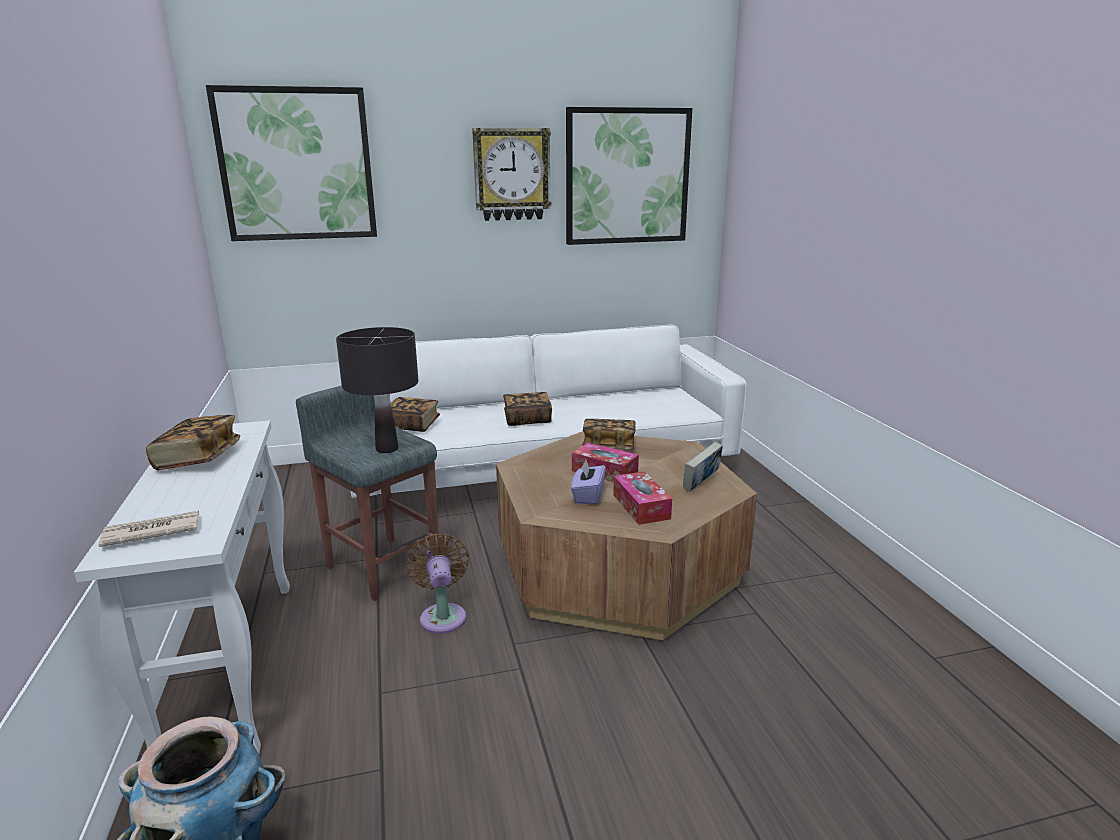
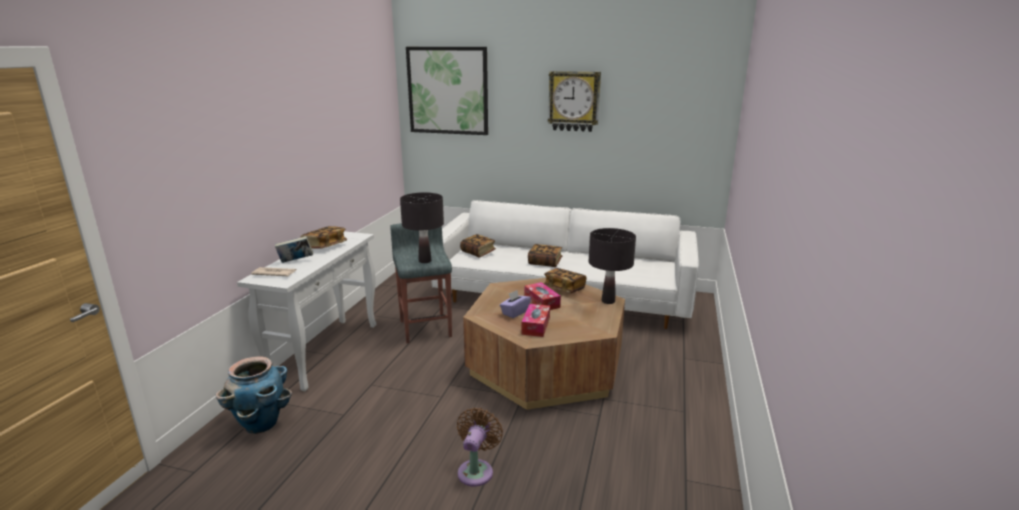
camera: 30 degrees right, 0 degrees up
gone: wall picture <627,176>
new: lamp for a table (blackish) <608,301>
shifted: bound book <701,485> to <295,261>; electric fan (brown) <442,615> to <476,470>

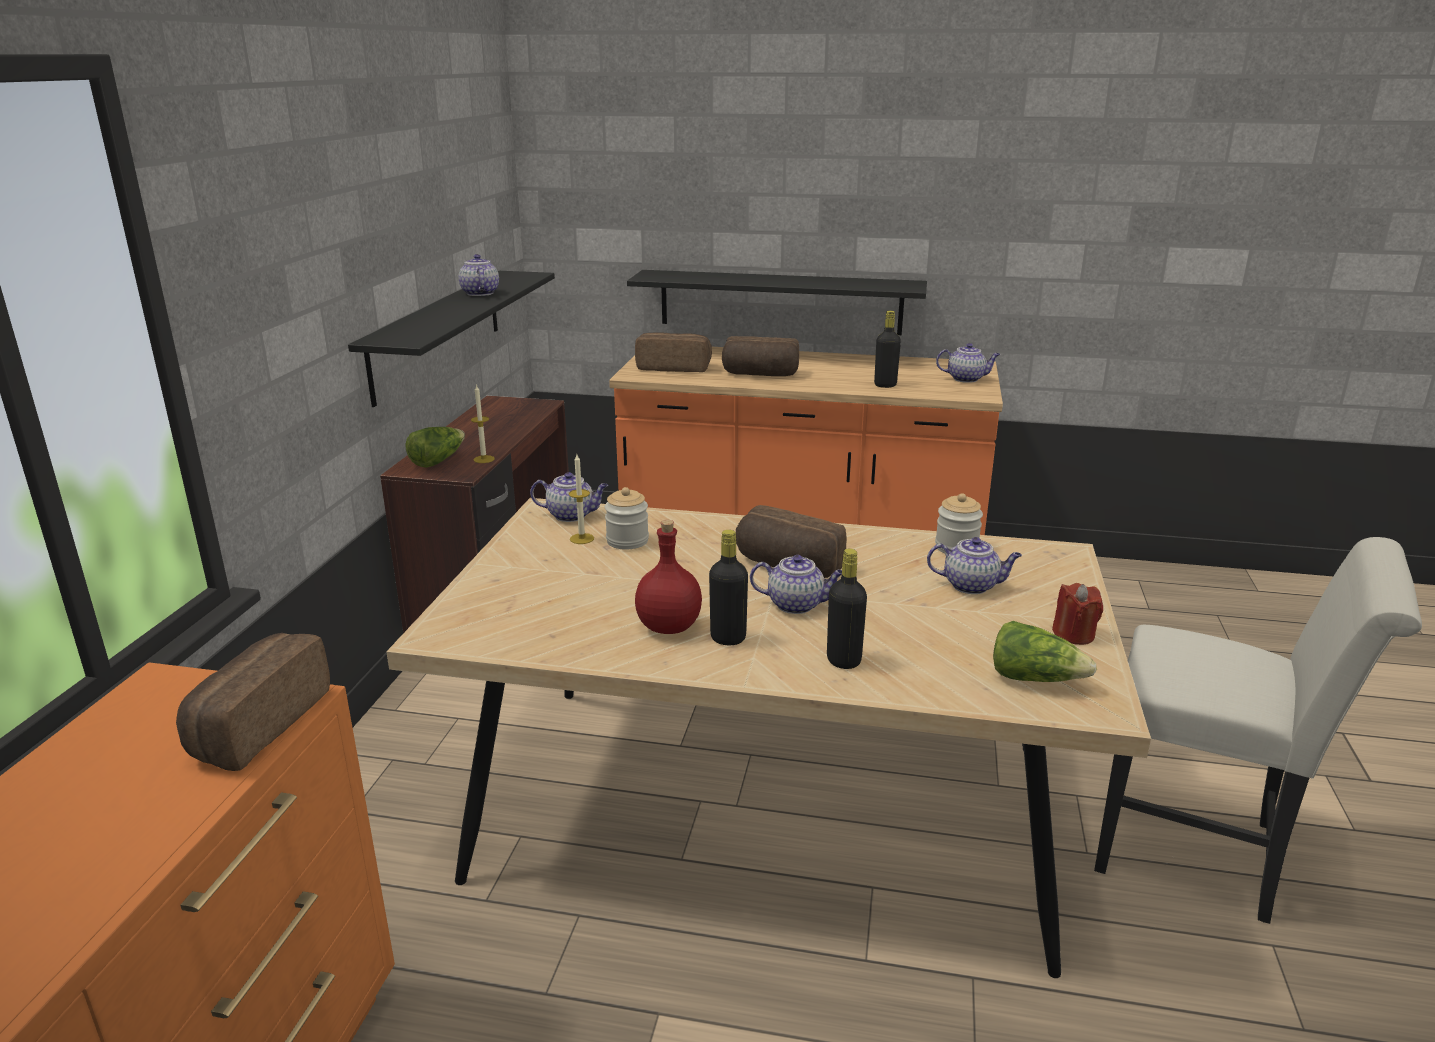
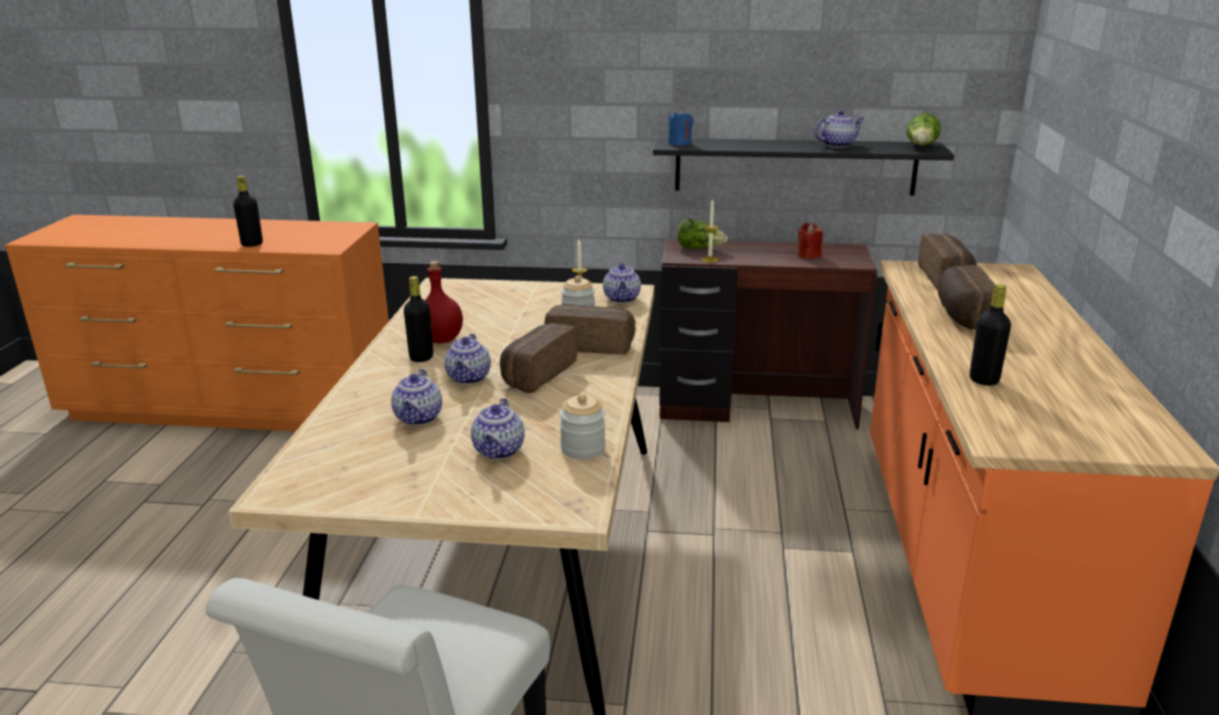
camera: 85 degrees right, 0 degrees up
gone: shelf (blackish) <780,302>
new: candle (blue-coloured) <679,143>
shifted: drink bottle (blackish) <843,660> to <252,244>; teapot <966,379> to <418,418>; bakery bread <256,724> to <591,345>; candle (red) <1074,634> to <808,255>; lettuce head <1035,678> to <921,147>

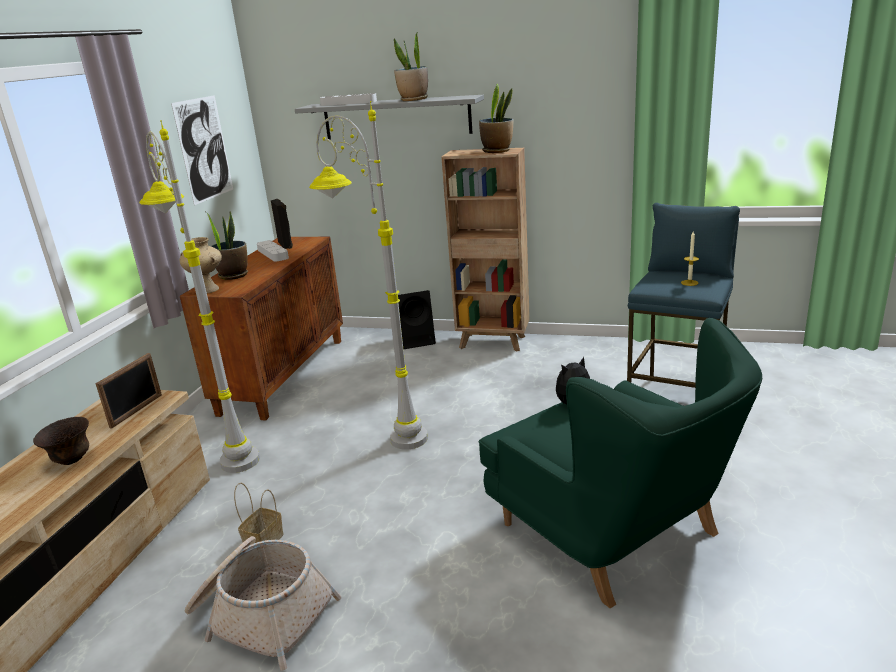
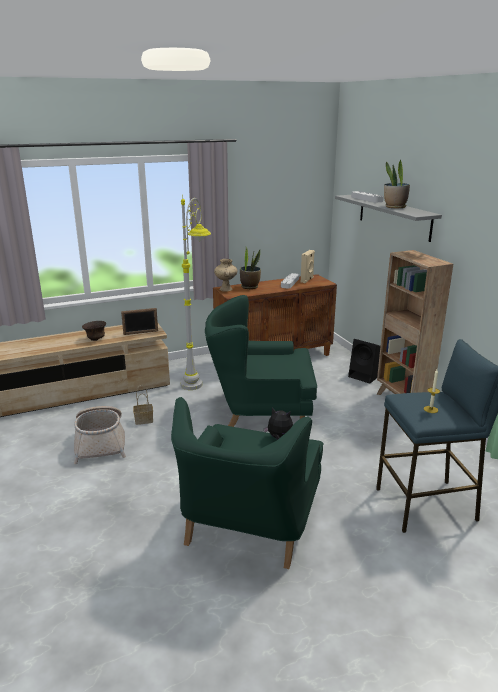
camera: 50 degrees right, 0 degrees up
gone: wall picture <204,149>; houseplant <497,151>
swapped: standard lamp (grey) <385,430> to armchair (greenish) <260,409>
repainted: speaker (blackish) <286,245> to speaker (beige) <307,280>

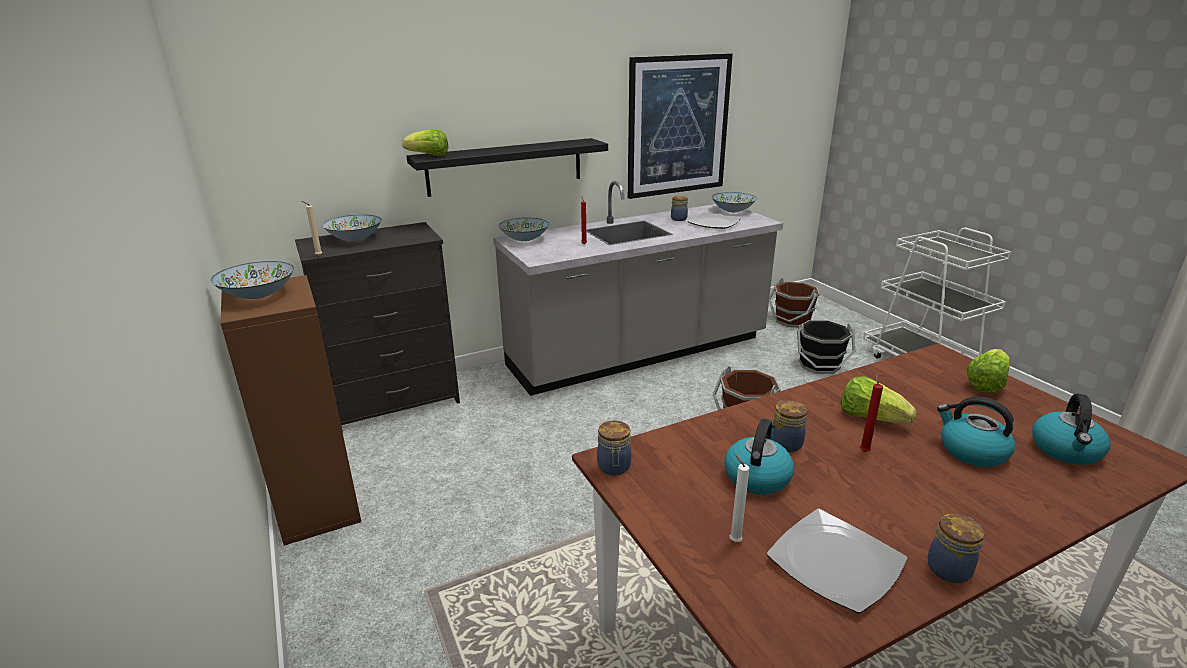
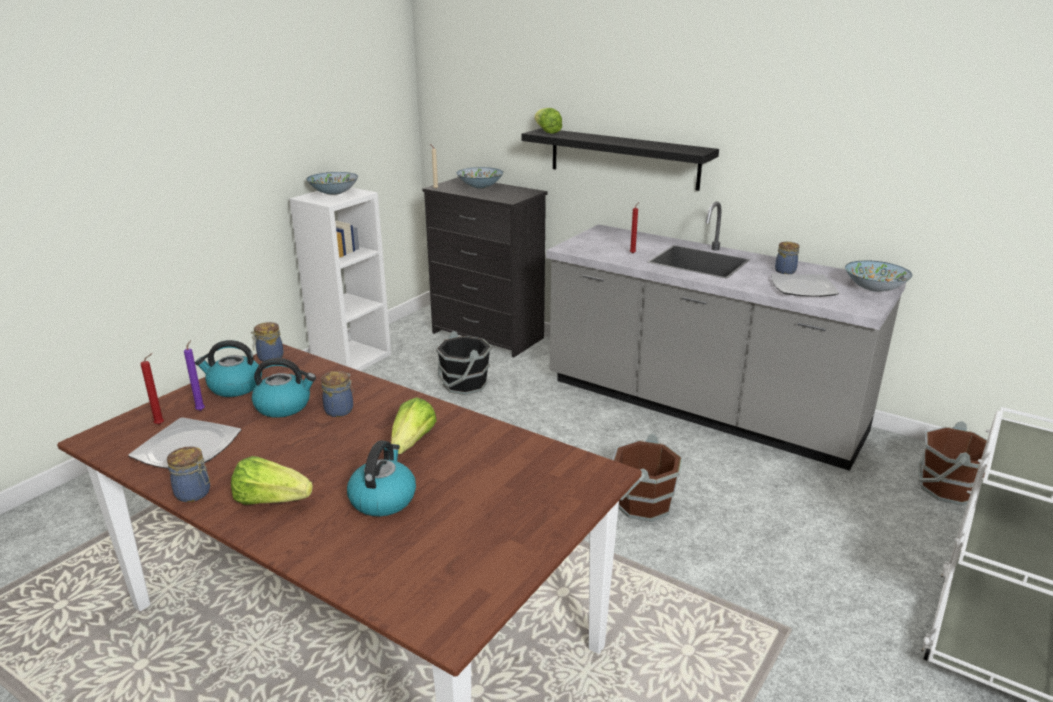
camera: 60 degrees right, 0 degrees up
gone: bowl <524,239>; wall picture <678,126>
shifted: candle (red) <863,450> to <161,424>; water kettle <1066,450> to <234,387>; lettuce head <986,384> to <271,500>; pail (blackish) <820,365> to <464,385>
repainted: candle (whitish) <733,540> to candle (purple) <201,410>; shelving unit (brown) <317,507> to shelving unit (whitish) <352,358>

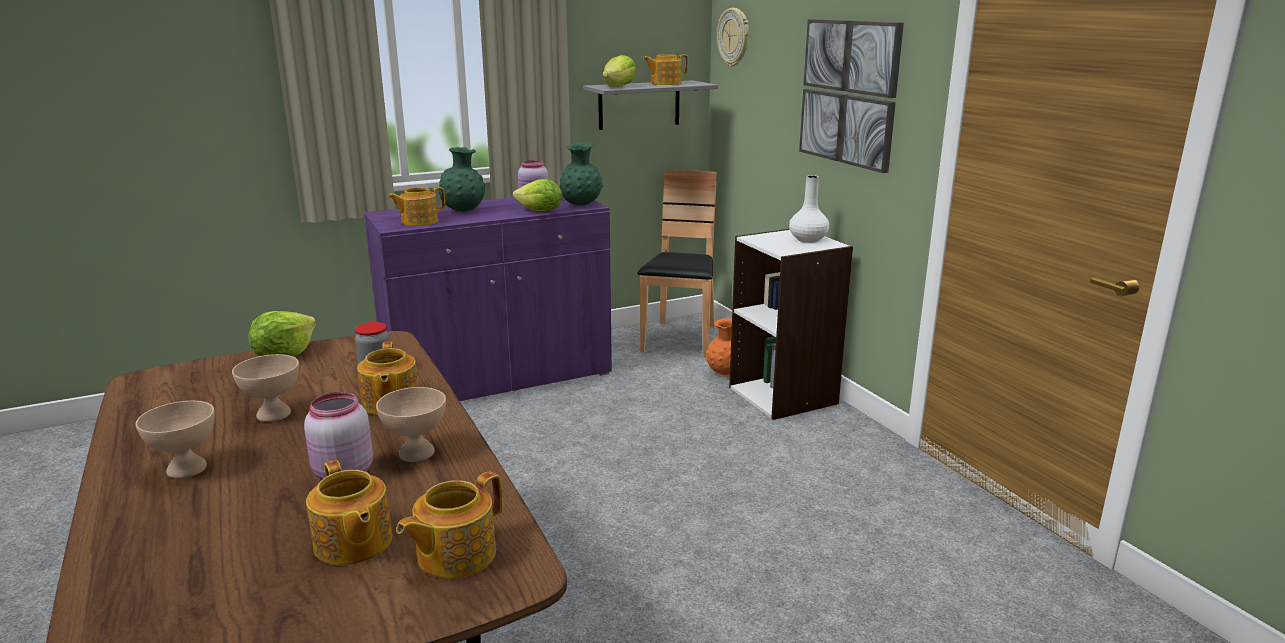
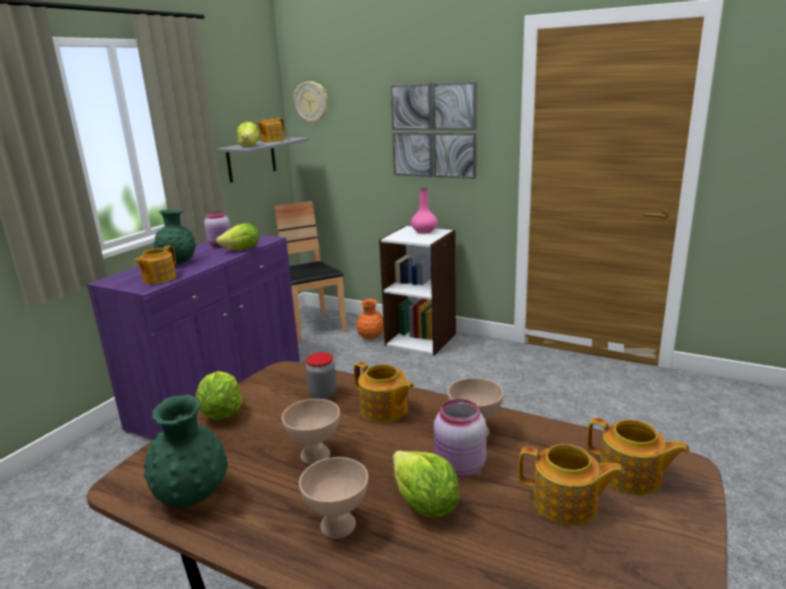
camera: 35 degrees left, 0 degrees up
new: lettuce head <424,505>
shifted: vase (greenish) <581,205> to <192,497>
repainted: vase (whitish) <808,239> to vase (pinkish) <424,231>
rotated: teapot <454,555> = <631,476> 60 degrees counterclockwise

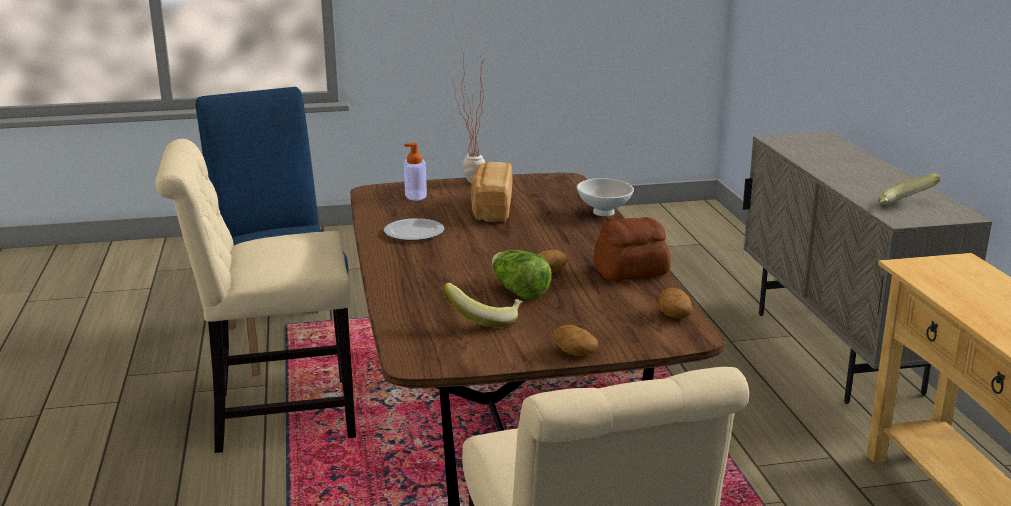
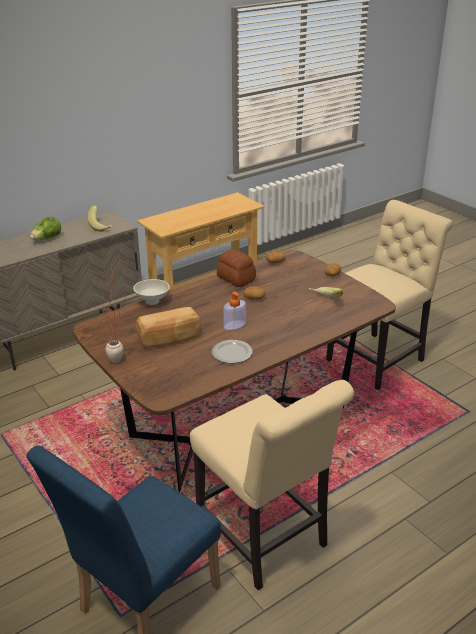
camera: 115 degrees left, 10 degrees up
shifted: lettuce head <518,291> to <47,238>; soap bottle <415,195> to <234,325>

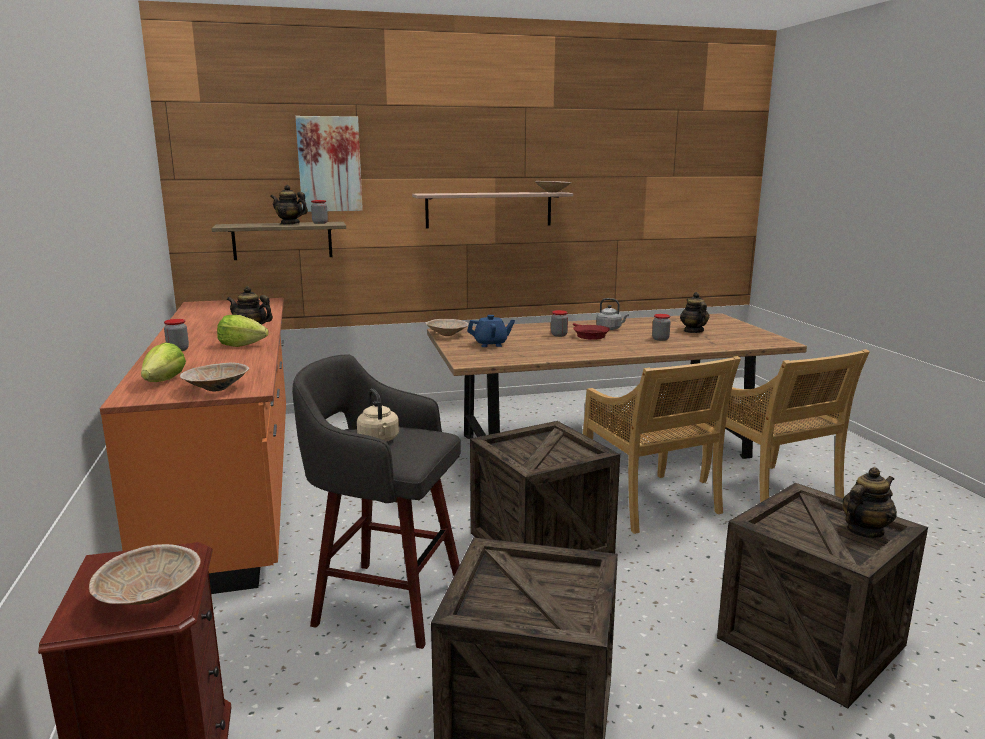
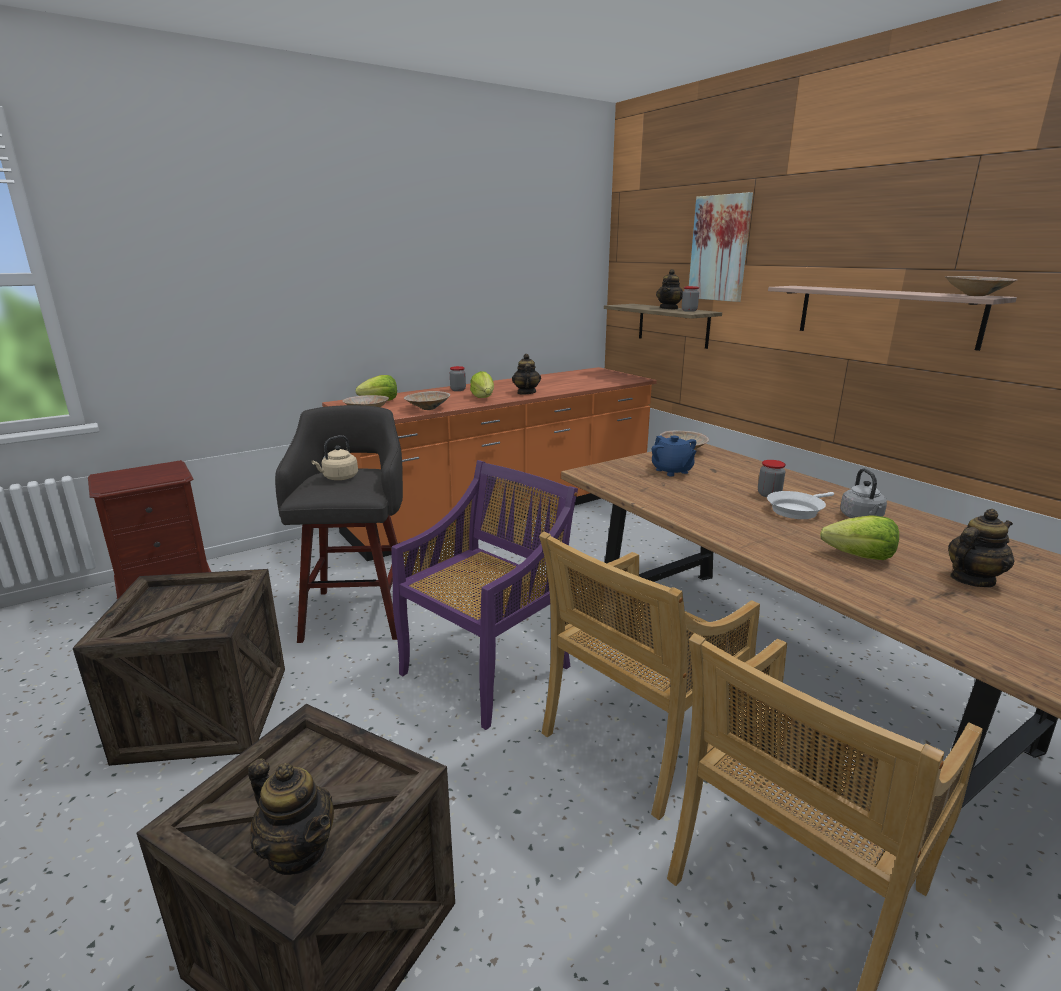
camera: 70 degrees right, 5 degrees up
shifted: bowl (beige) <148,597> to <427,409>
swapped: shipping crate <541,543> to upright chair (purple) <487,668>; jar <660,339> to lettuce head <860,556>
repainted: frying pan (red) <589,335> to frying pan (whitish) <797,510>
rotated: teapot <290,223> = <669,308> 150 degrees counterclockwise

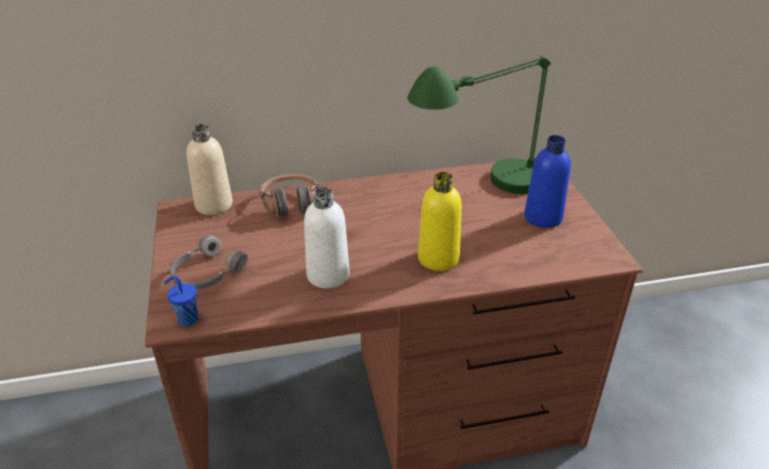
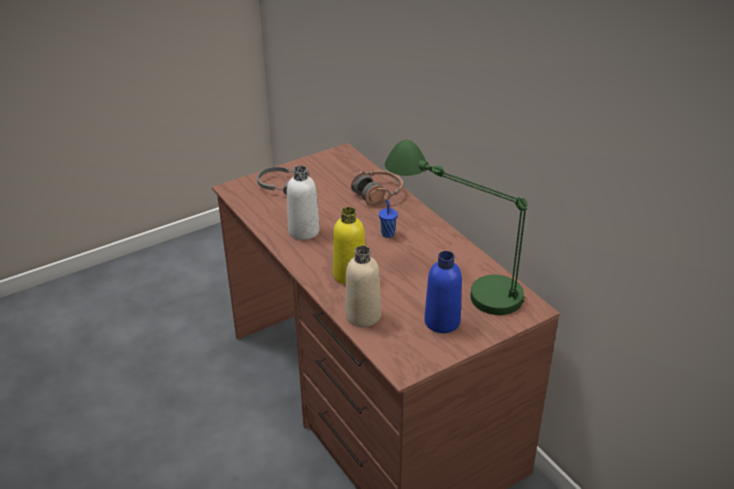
camera: 70 degrees right, 0 degrees up
shifted: drink bottle (beige) <214,205> to <363,316>; cup (blue-coloured) <187,319> to <387,233>

